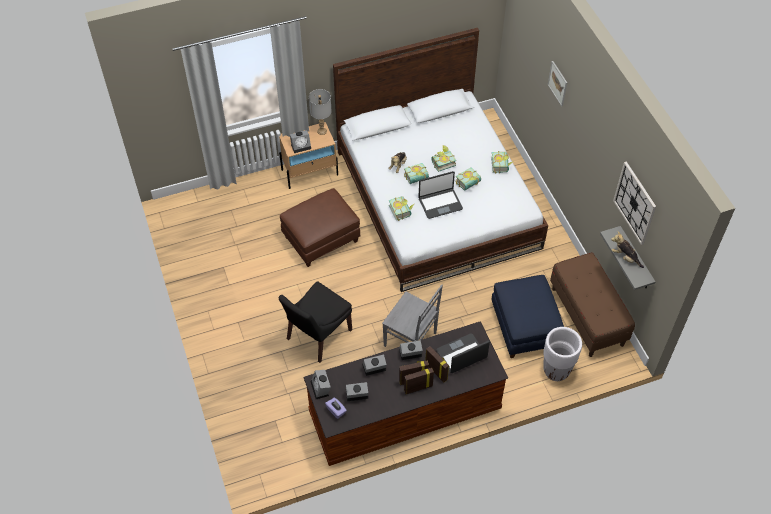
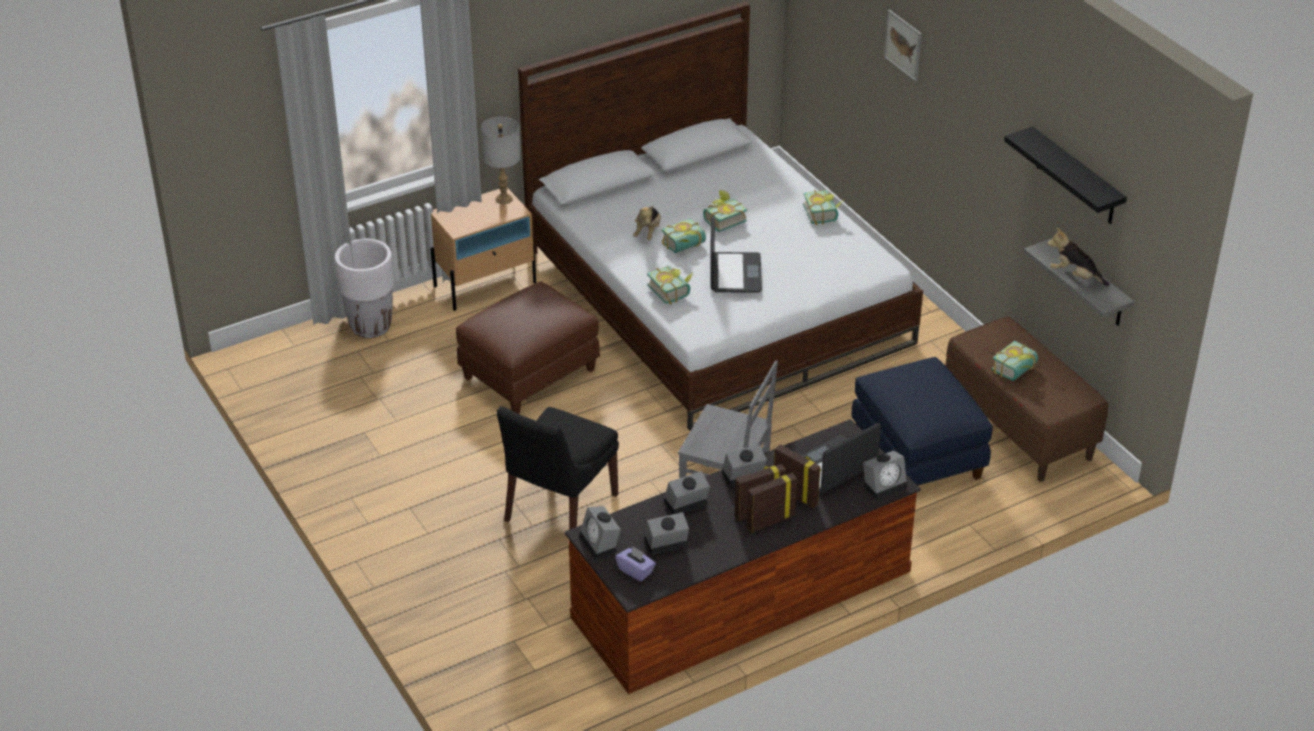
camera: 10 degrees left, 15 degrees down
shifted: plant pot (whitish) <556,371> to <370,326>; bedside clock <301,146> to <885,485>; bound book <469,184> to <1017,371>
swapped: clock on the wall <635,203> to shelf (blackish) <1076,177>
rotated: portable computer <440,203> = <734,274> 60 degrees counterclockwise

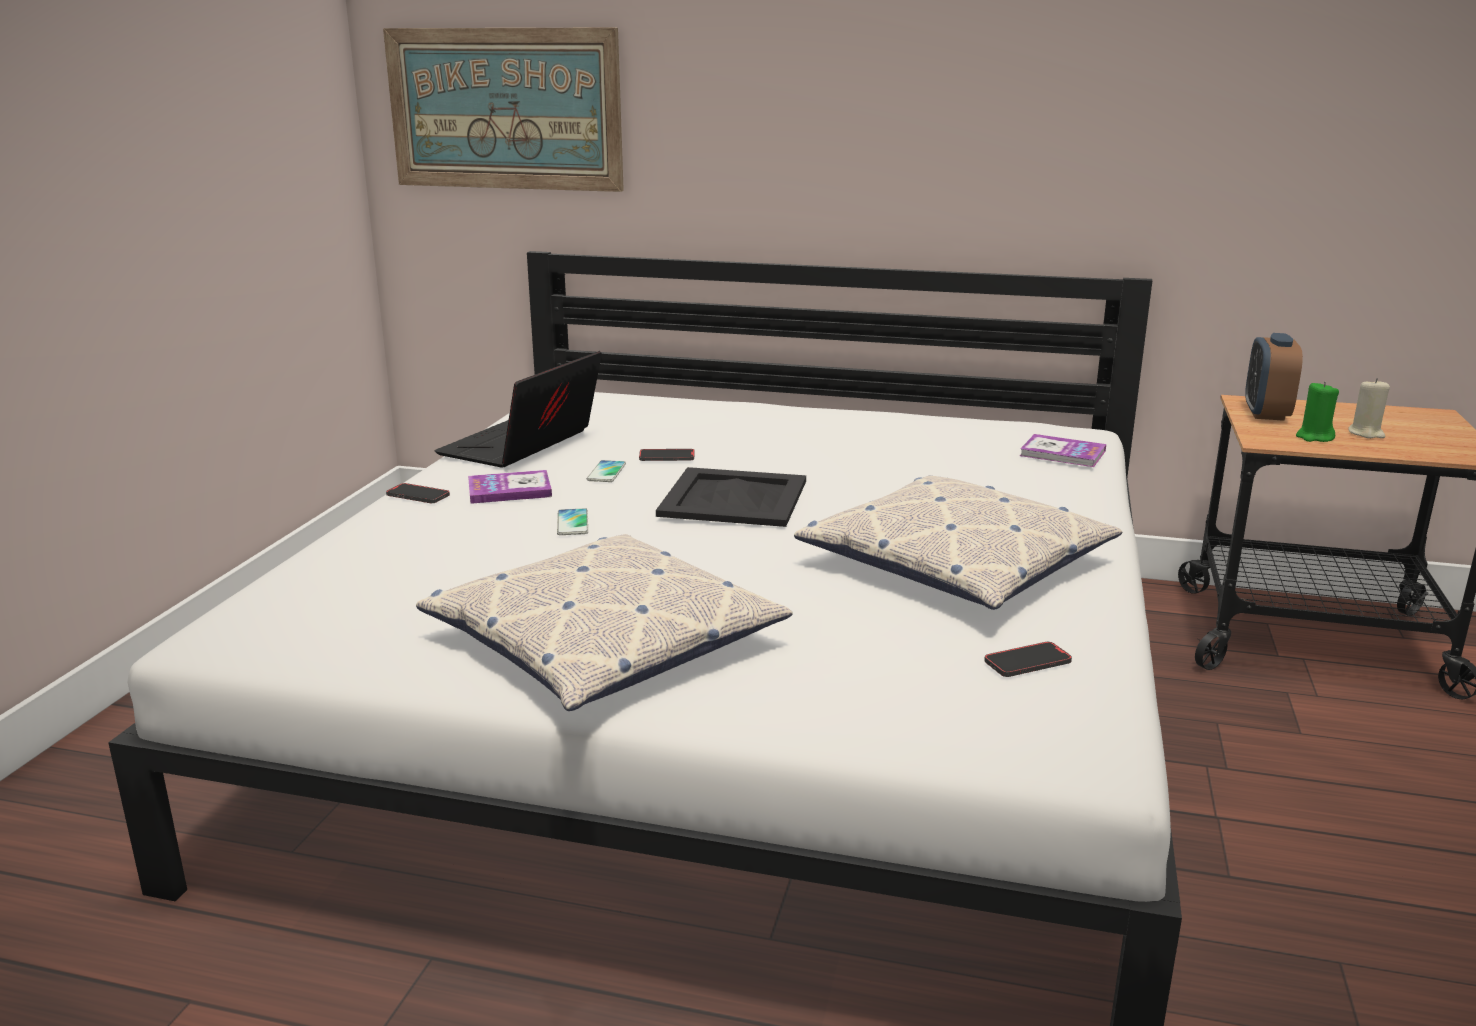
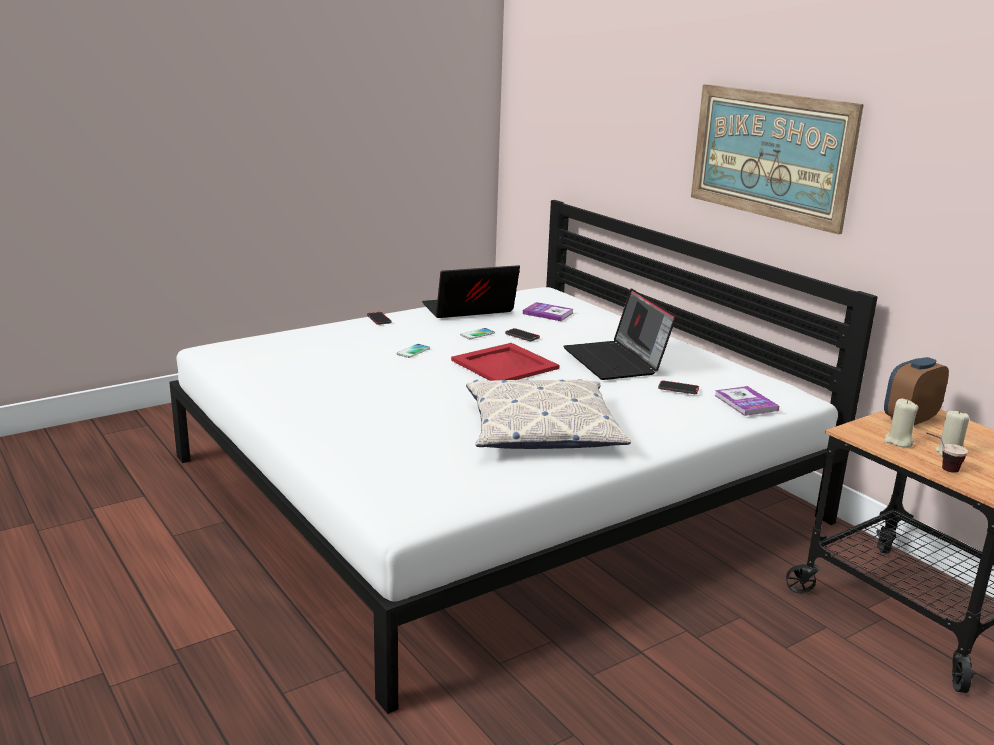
camera: 40 degrees right, 0 degrees up
gone: cushion <603,642>
new: portable computer <617,361>; cup <940,469>
shifted: bound book <509,490> to <548,313>; handset <1027,663> to <678,389>; wall picture <504,109> to <770,155>
repainted: serving tray (blackish) <732,497> to serving tray (red) <505,364>; candle (greenish) <1314,437> to candle (beige) <898,442>

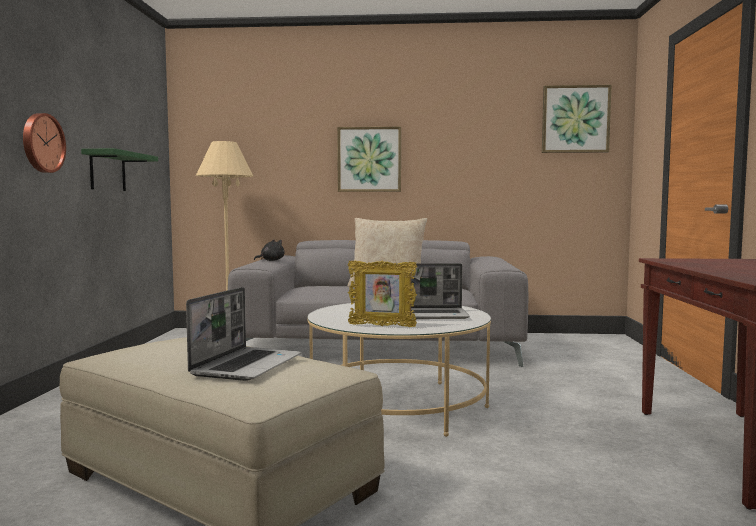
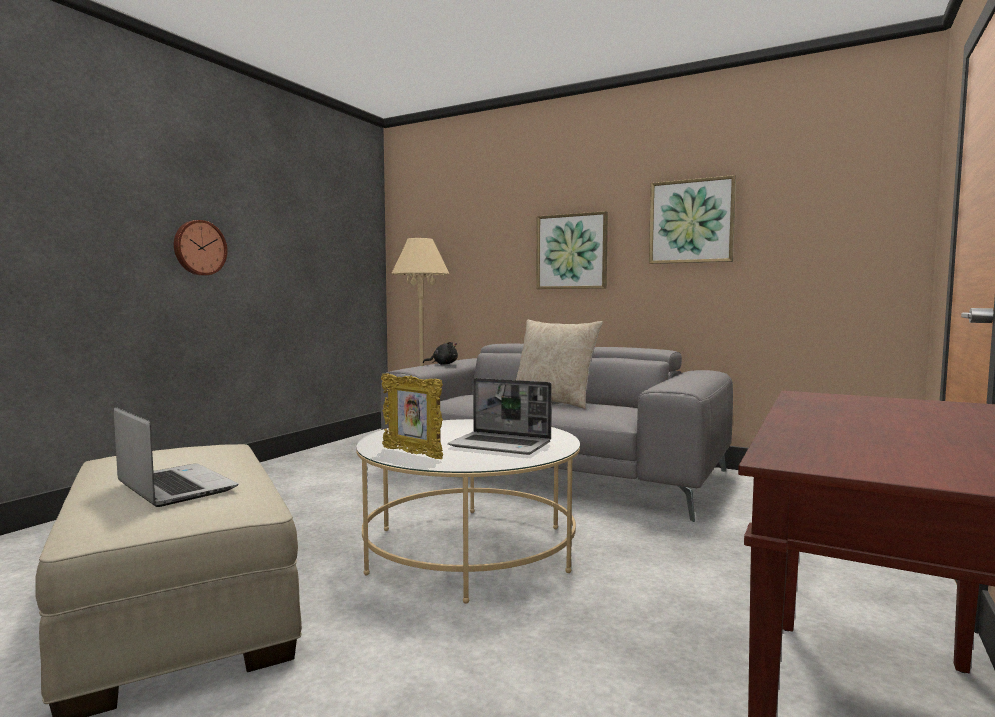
camera: 25 degrees right, 0 degrees up
gone: shelf (greenish) <107,171>
shifted: wall picture <575,119> to <691,221>
rotated: portable computer <247,365> = <174,487> 90 degrees counterclockwise

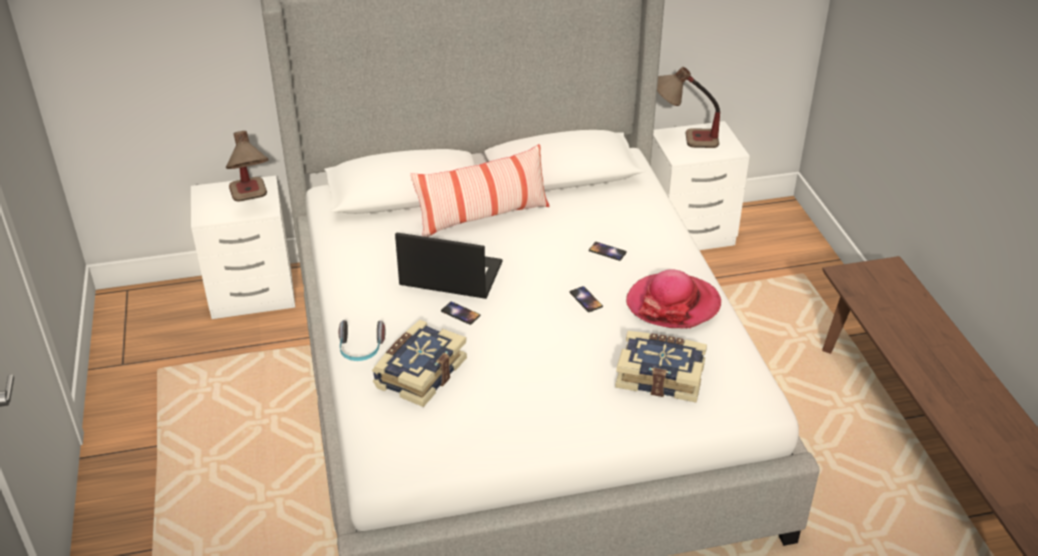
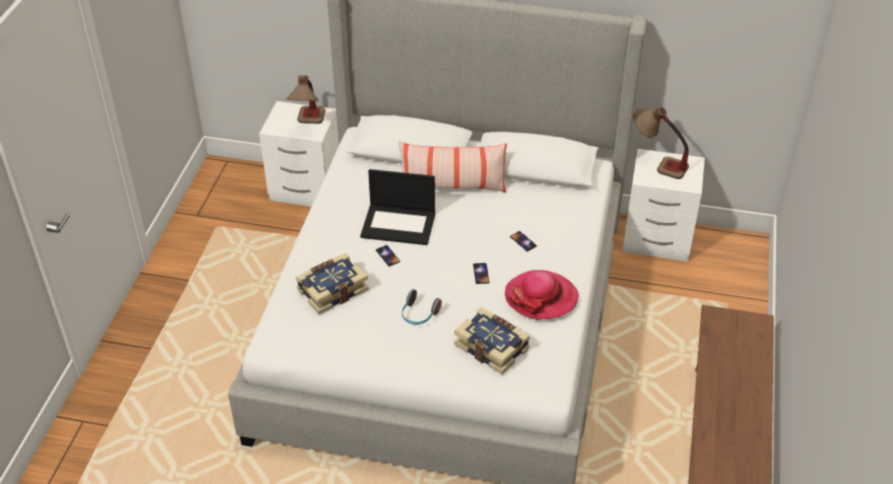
camera: 25 degrees right, 5 degrees up
shifted: pair of headphones <361,350> to <419,315>
rotated: portable computer <449,275> = <399,224> 150 degrees clockwise

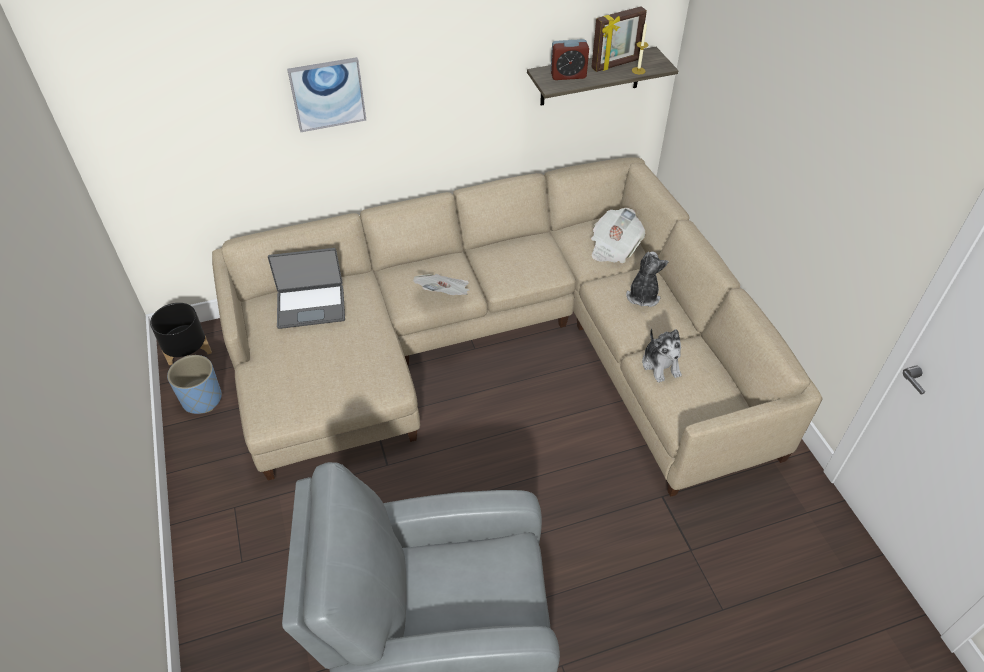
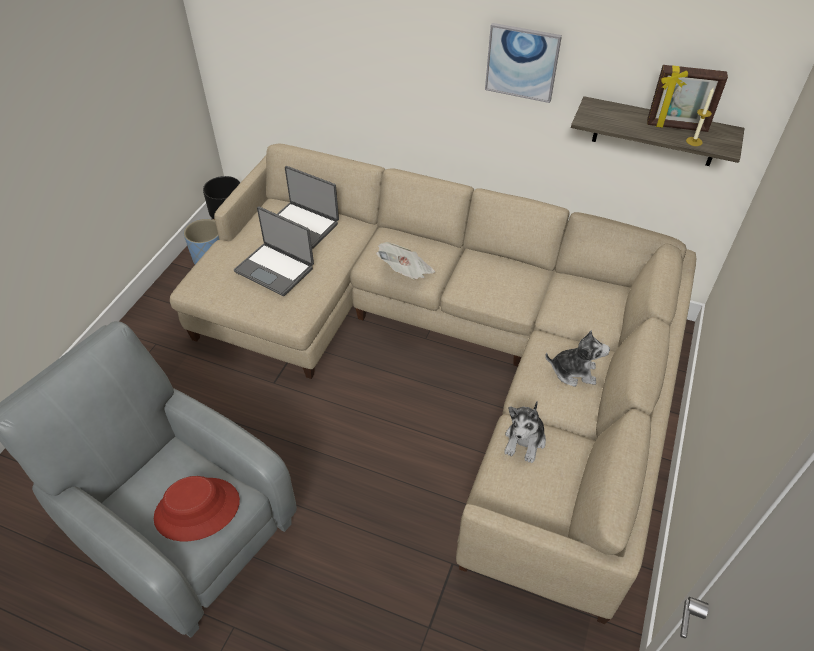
camera: 40 degrees right, 0 degrees up
gone: bedside clock <568,75>; daily paper <613,247>
new: hat (red) <197,510>; portable computer <275,269>
shifted: wall picture <327,94> to <522,62>
rotated: plush toy <642,296> = <573,371> 45 degrees clockwise

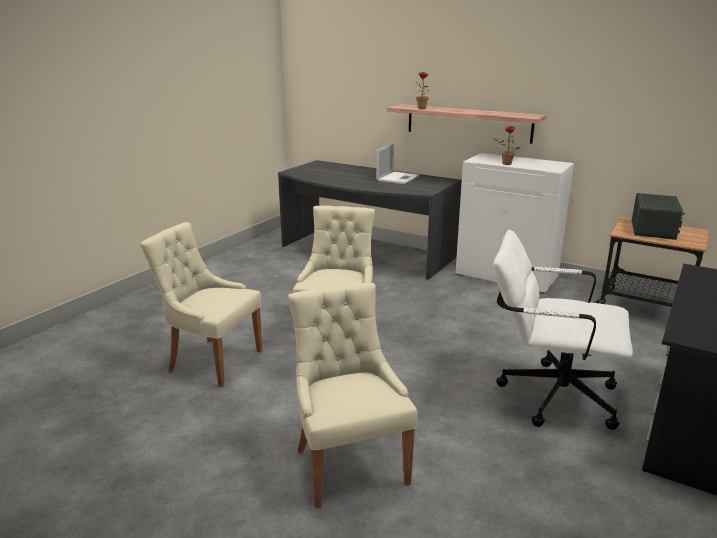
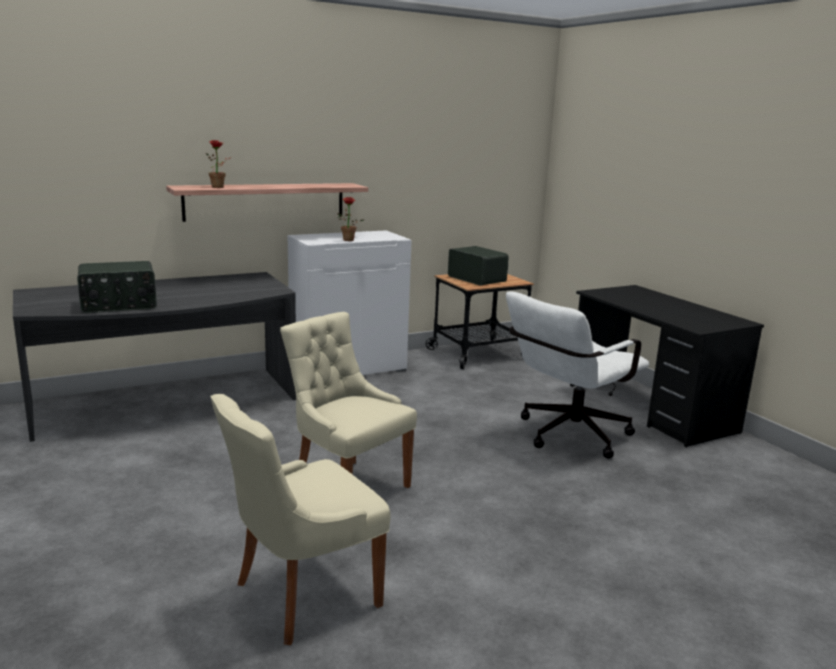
camera: 60 degrees left, 5 degrees down
gone: upright chair (beige) <349,464>; portable computer <398,178>
new: radio receiver <119,305>

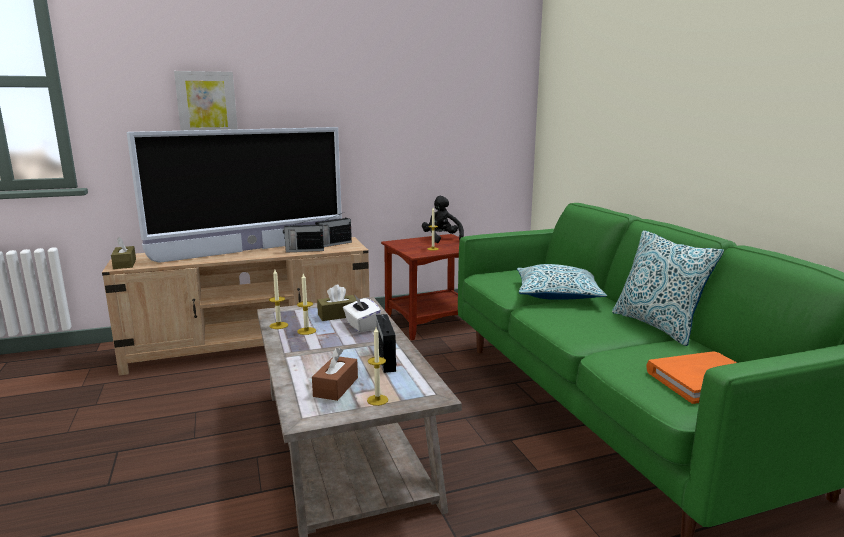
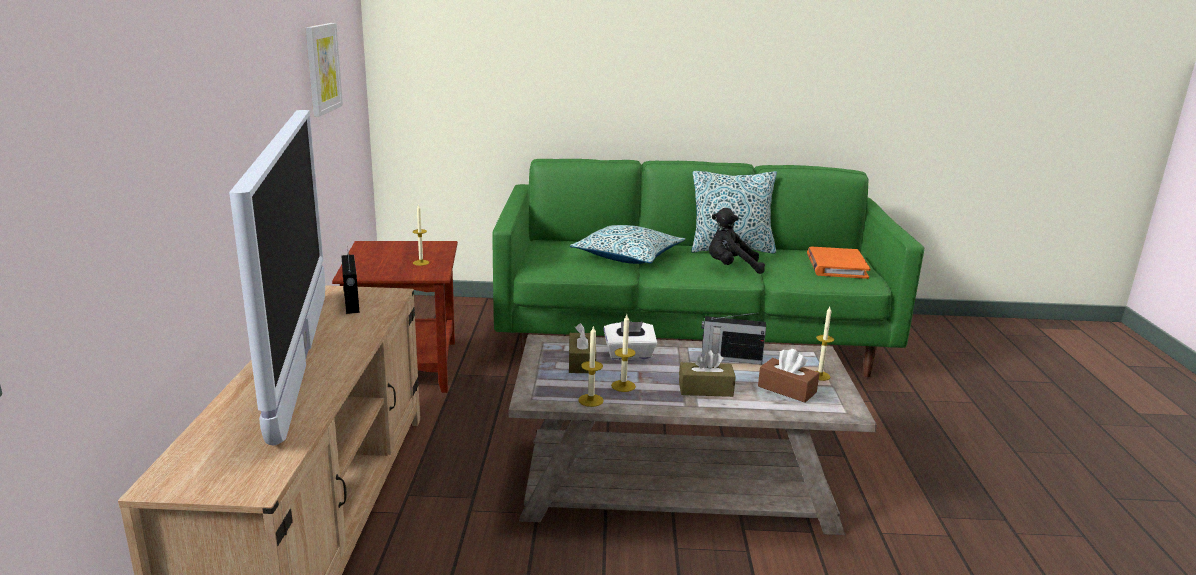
camera: 70 degrees left, 5 degrees up
gone: radio receiver <304,250>
shifted: wall picture <207,104> to <322,68>; tissue holder (brown) <124,264> to <705,389>; plush toy (blackish) <441,239> to <731,268>

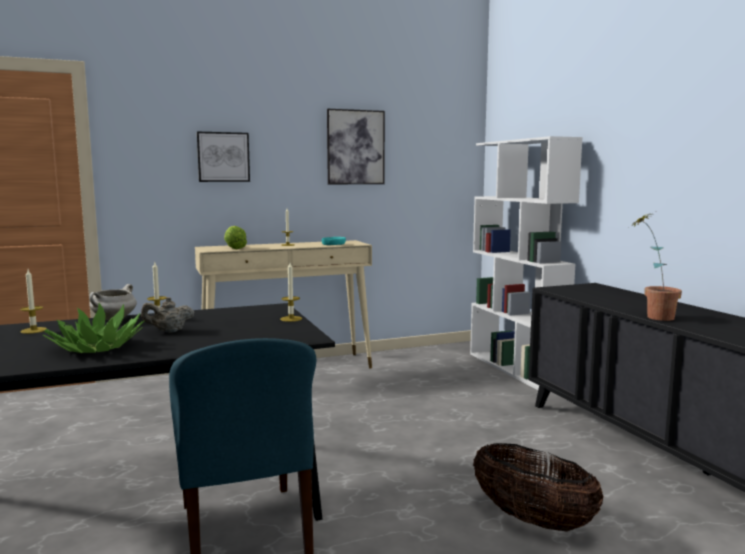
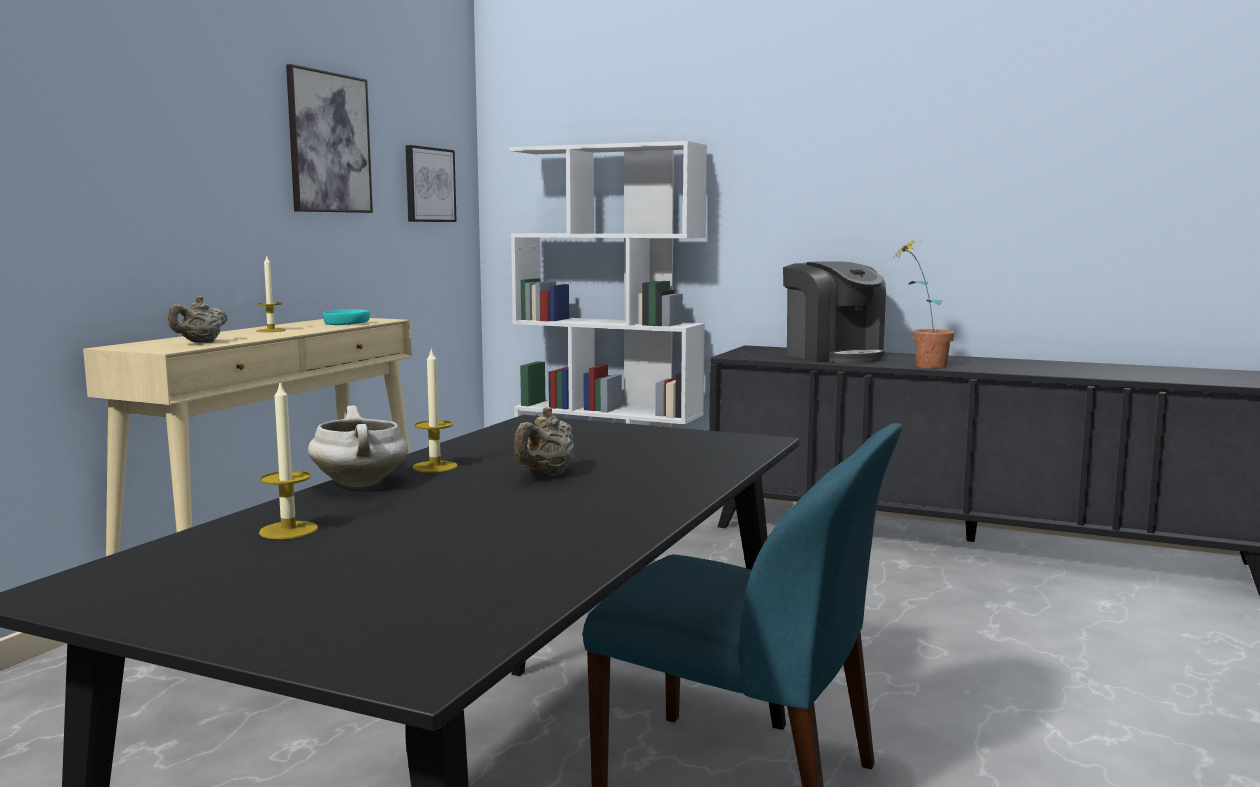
camera: 45 degrees left, 0 degrees up
gone: houseplant <96,347>; candle <291,319>; household basket <532,520>
new: coffee machine <833,356>
shifted: wall picture <223,157> to <429,185>
swapped: lettuce head <234,248> to teapot (beige) <200,343>

